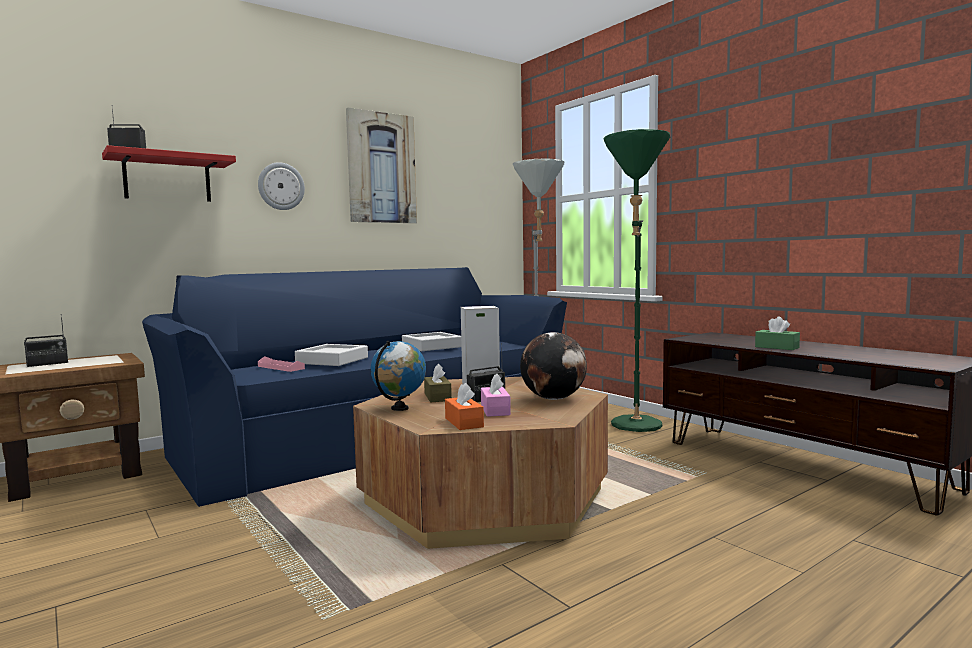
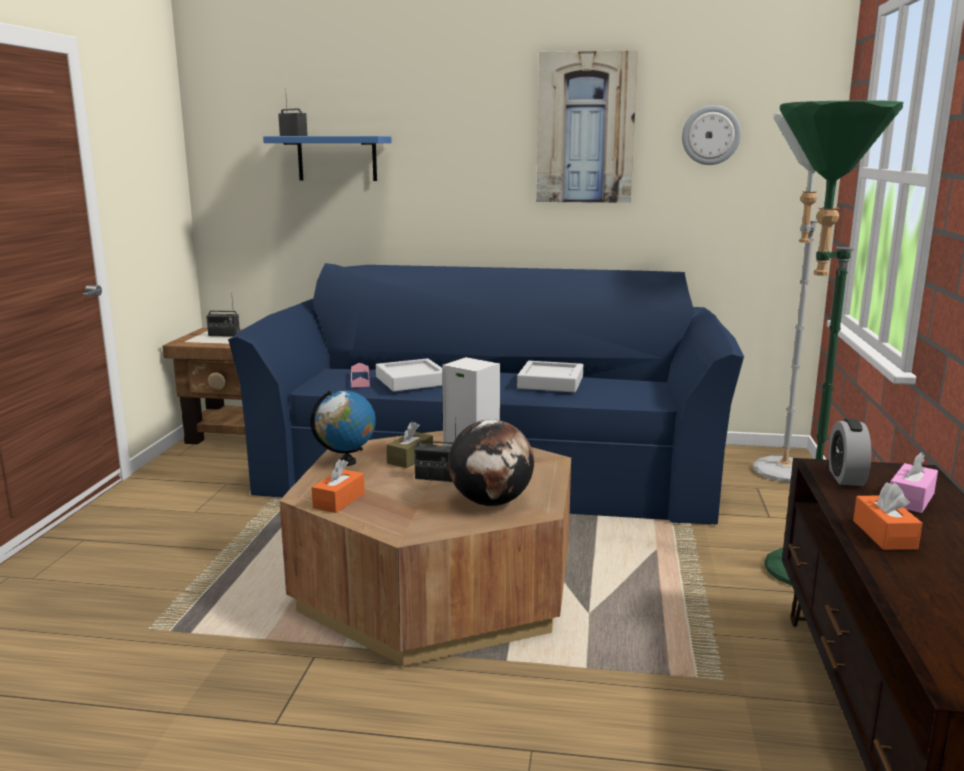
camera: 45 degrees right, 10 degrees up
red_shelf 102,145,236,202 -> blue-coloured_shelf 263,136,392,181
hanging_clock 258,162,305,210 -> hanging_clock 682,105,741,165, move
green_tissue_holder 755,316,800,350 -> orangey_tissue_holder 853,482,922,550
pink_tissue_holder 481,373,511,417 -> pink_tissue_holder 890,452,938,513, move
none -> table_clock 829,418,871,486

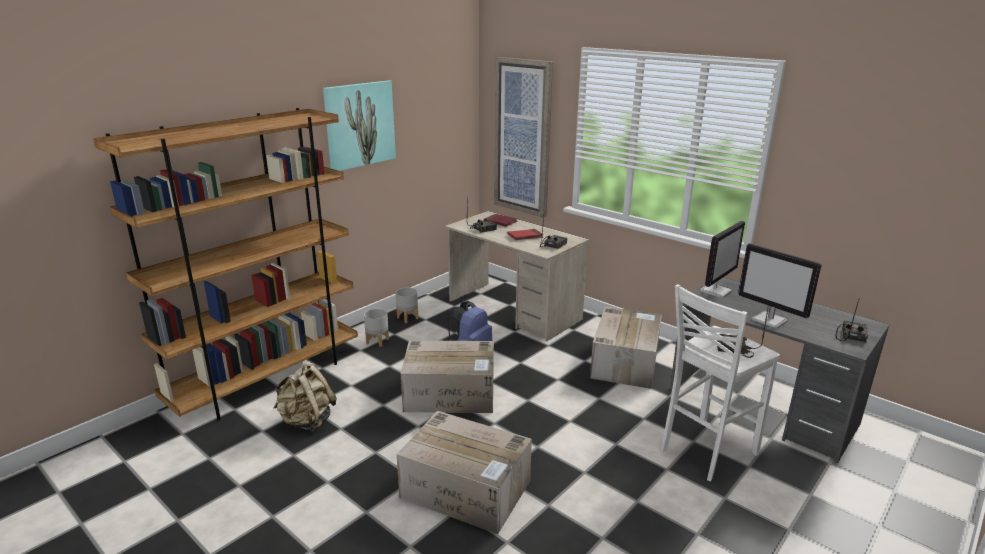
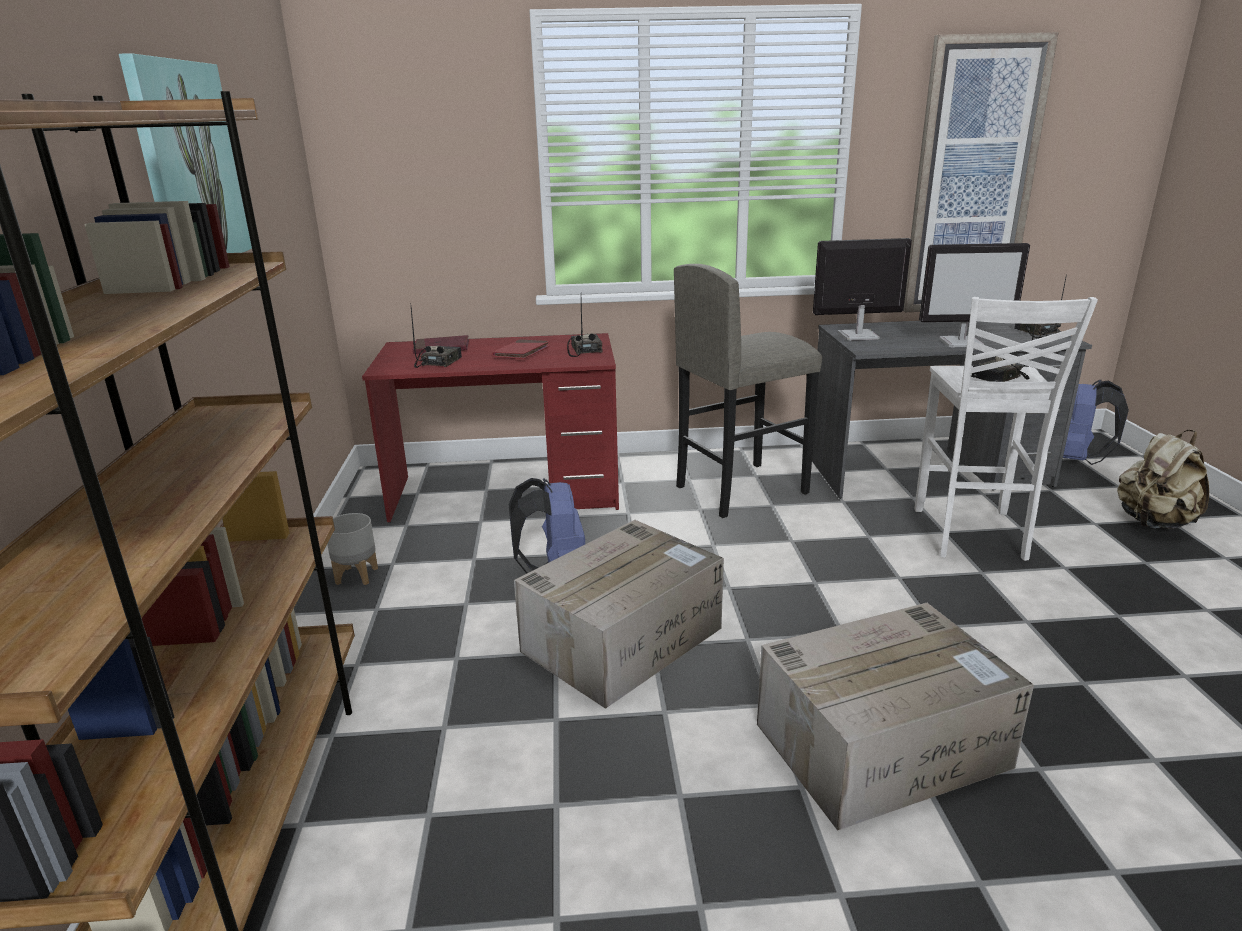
camera: 45 degrees left, 0 degrees up
wall_art 494,57,553,217 -> wall_art 903,32,1058,312, move
beige_desk_table 445,211,589,342 -> red_desk_table 362,333,619,522
monitor 700,220,745,298 -> monitor 813,238,912,341, 90 degrees counterclockwise
packing_box 590,306,662,389 -> gray_stool_seat 674,264,822,518
gray_flower_pot 364,309,389,347 -> none
beige_backpack 273,361,337,432 -> beige_backpack 1117,430,1209,529, move
none -> blue-coloured_backpack 1063,379,1129,465

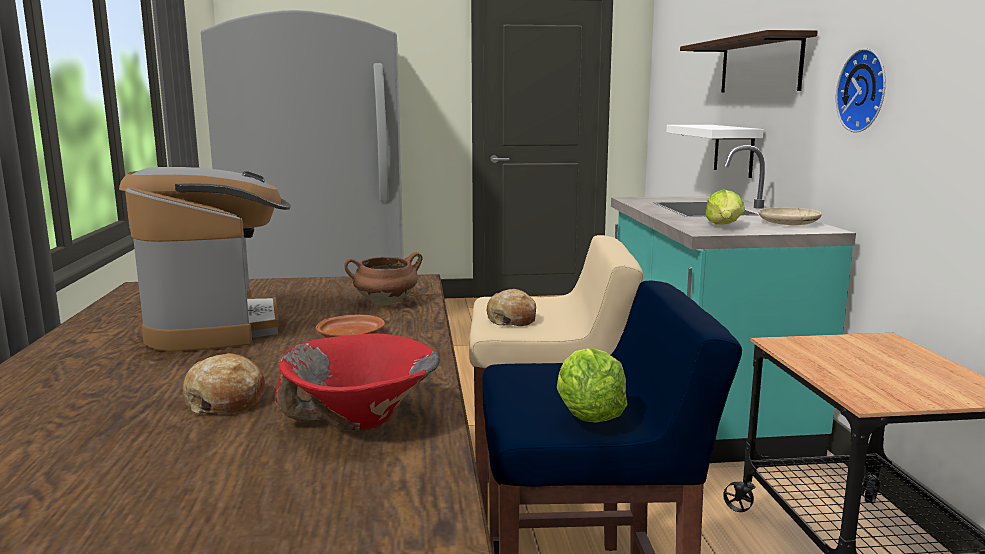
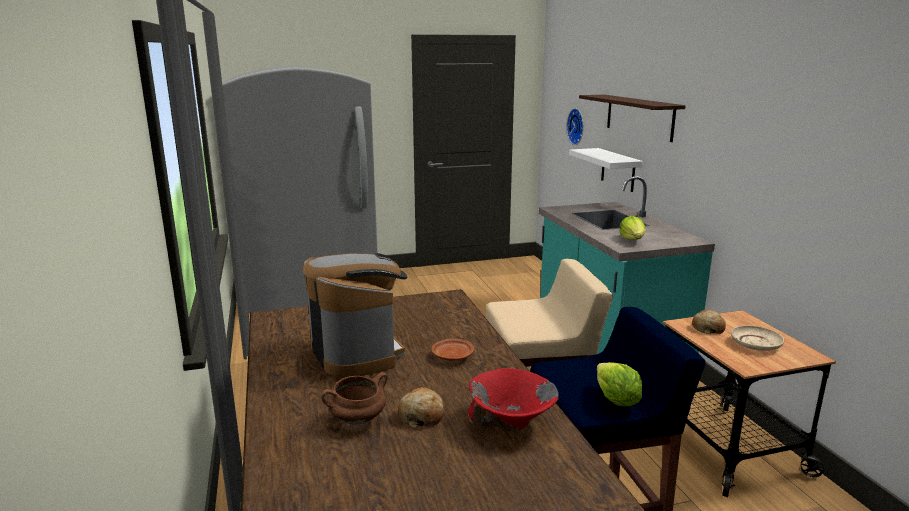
camera: 10 degrees left, 5 degrees up
hanging_clock 836,48,886,133 -> hanging_clock 566,108,584,145, move
beige_plate 758,207,822,225 -> beige_plate 731,326,784,351, move
brownish_saucepot 344,252,423,305 -> brownish_saucepot 321,372,388,425, move
bakery_bread 487,289,536,326 -> bakery_bread 692,310,726,334, move

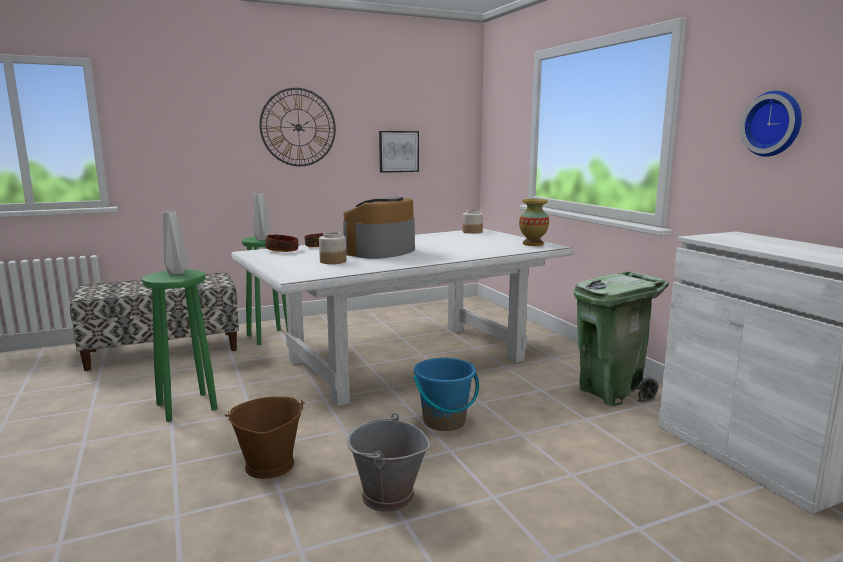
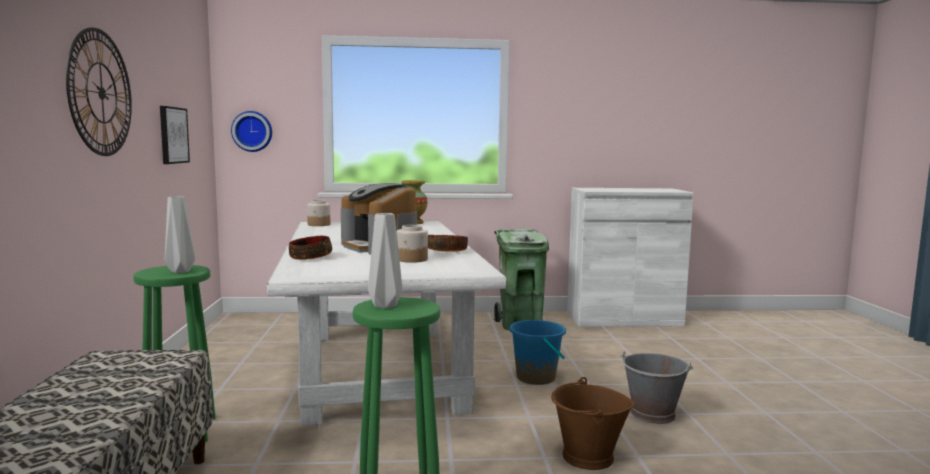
camera: 70 degrees left, 5 degrees down
hanging_clock 740,91,802,157 -> hanging_clock 231,111,272,152, move
bowl 265,234,298,252 -> bowl 428,235,468,252, move

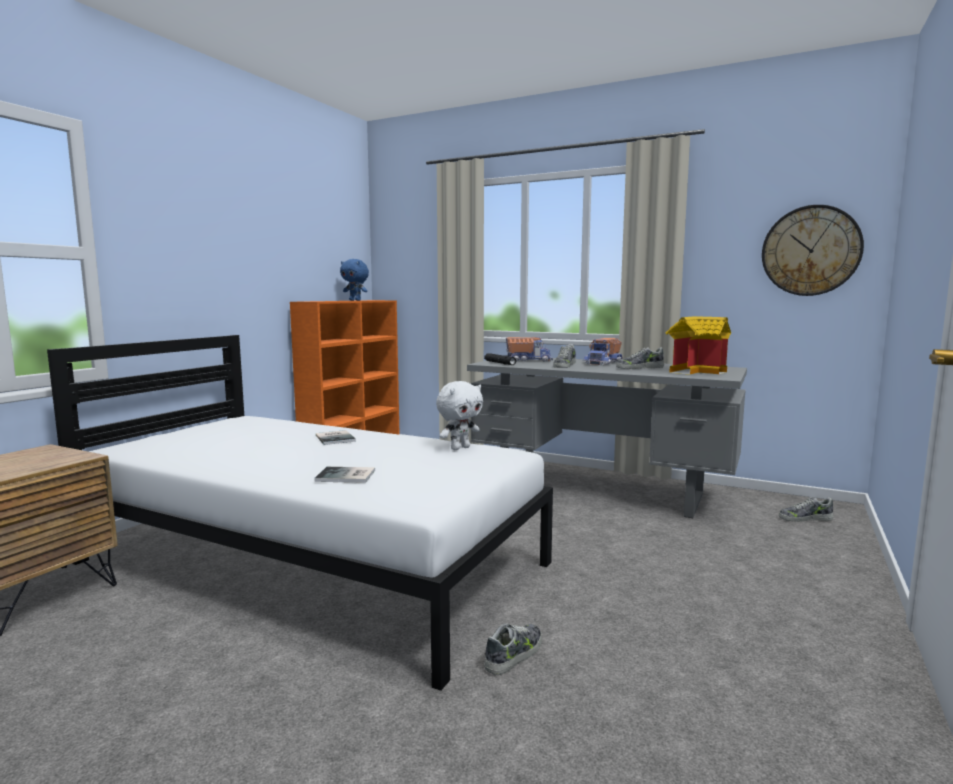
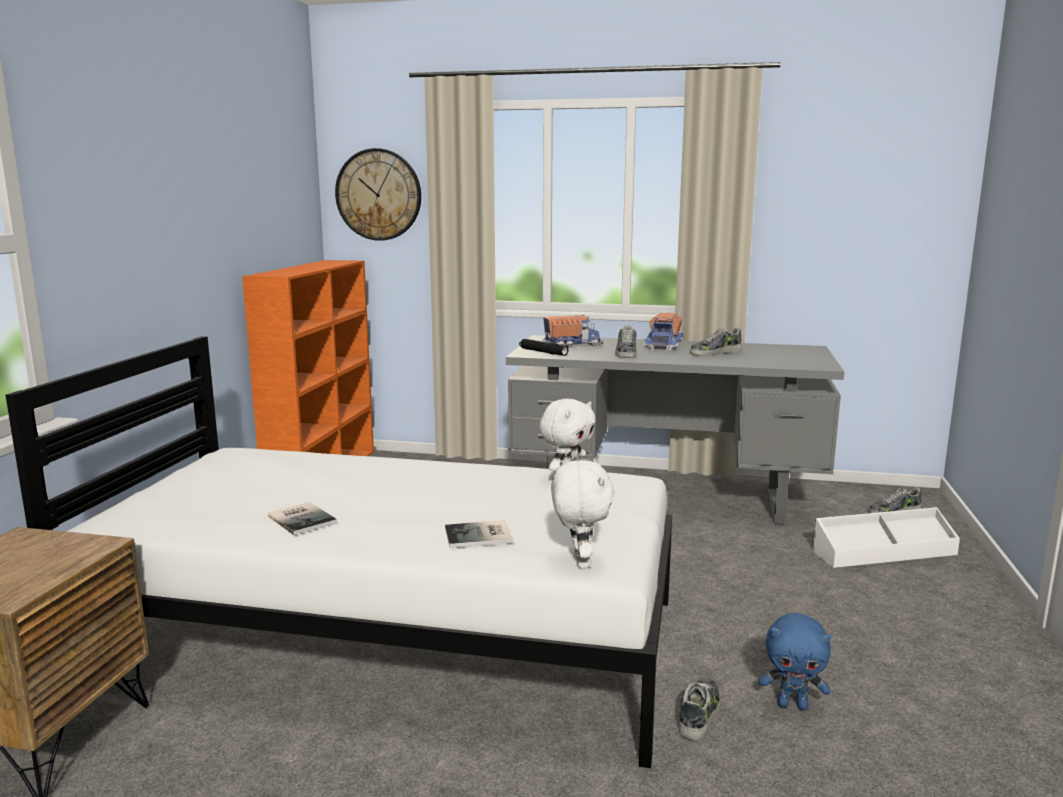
camera: 15 degrees left, 5 degrees up
hanging_clock 762,205,864,296 -> hanging_clock 335,148,421,241, move
blue-coloured_cuddly_toy 340,259,369,301 -> blue-coloured_cuddly_toy 759,613,831,710, move
model_house 666,316,731,375 -> none
book 316,430,356,445 -> book 268,502,337,535, move
none -> whitish_cuddly_toy 551,459,615,569
none -> whitish_storage_container 813,507,960,568

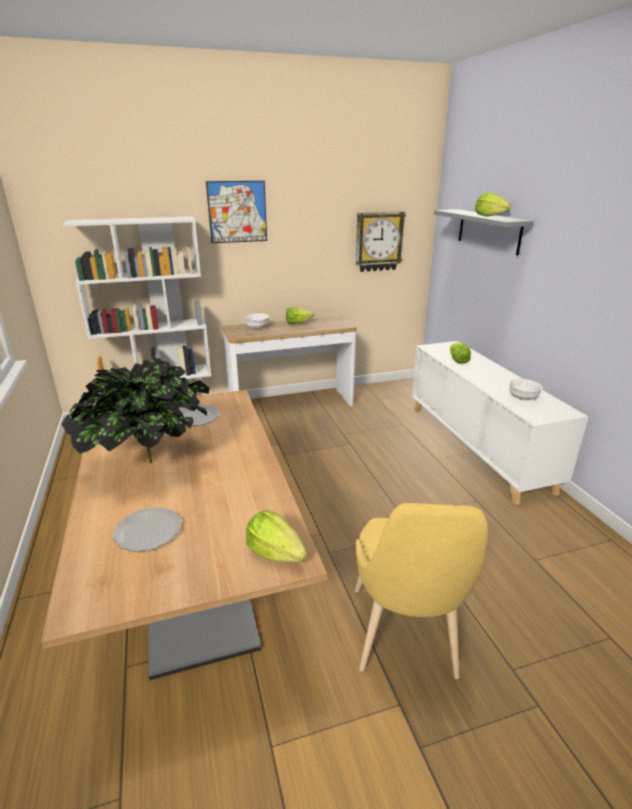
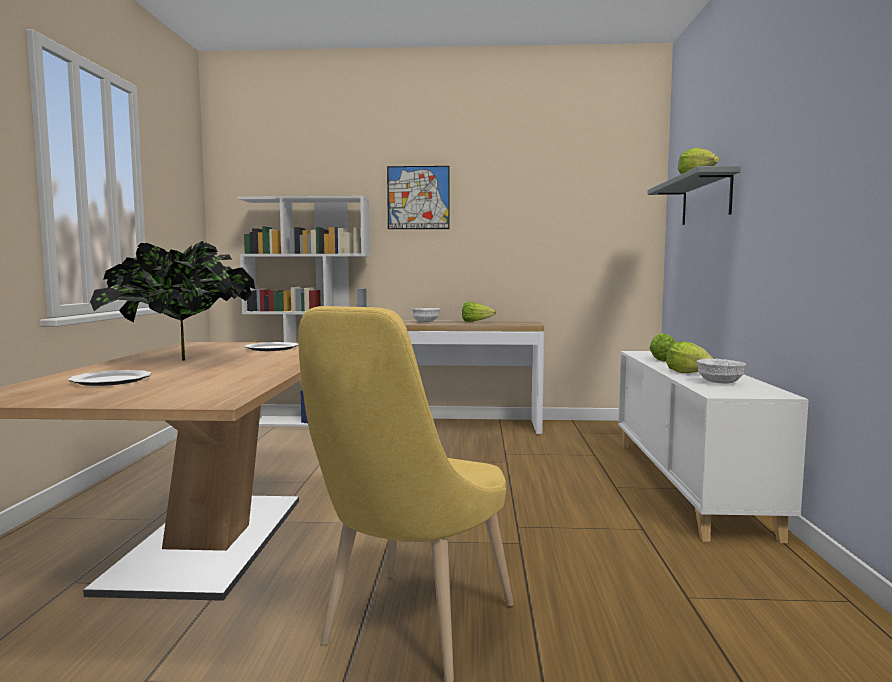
camera: 20 degrees right, 20 degrees down
hanging_clock 356,211,406,272 -> none
head_of_lettuce 246,510,307,562 -> head_of_lettuce 666,341,714,373, move

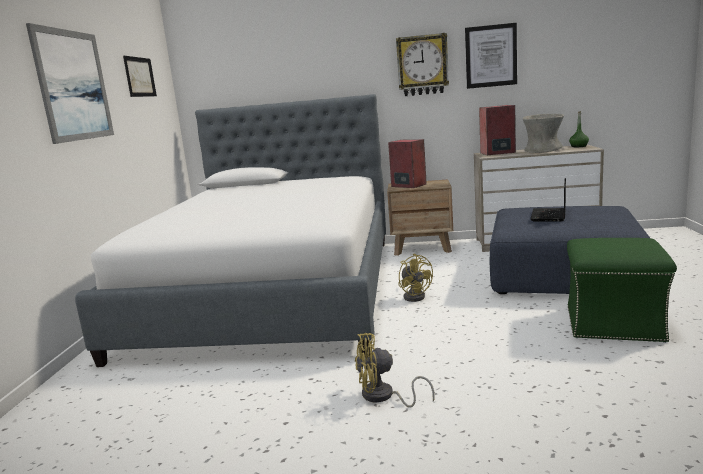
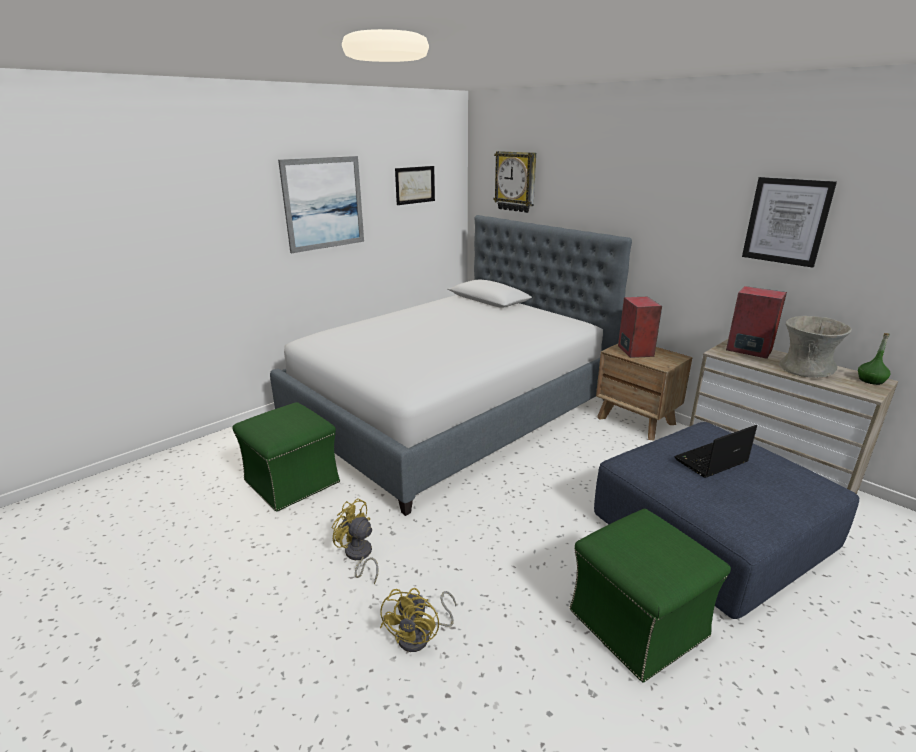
camera: 40 degrees right, 10 degrees up
hanging_clock 396,33,449,96 -> hanging_clock 493,151,536,213, move
yellow_cooling_fan 398,254,433,302 -> yellow_cooling_fan 380,588,456,652, move
none -> green_ottoman 233,402,340,512

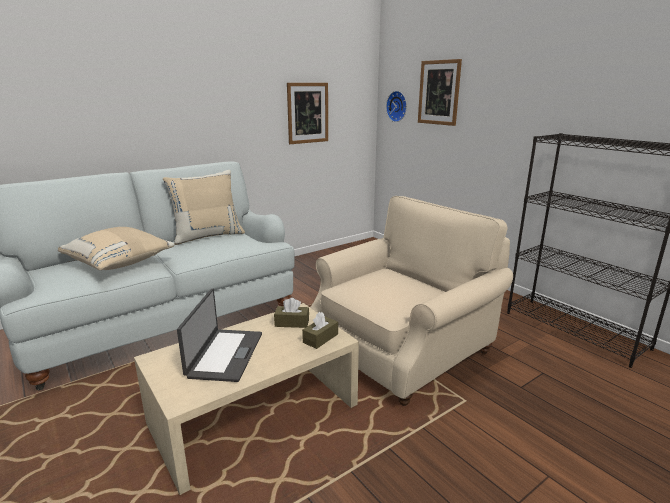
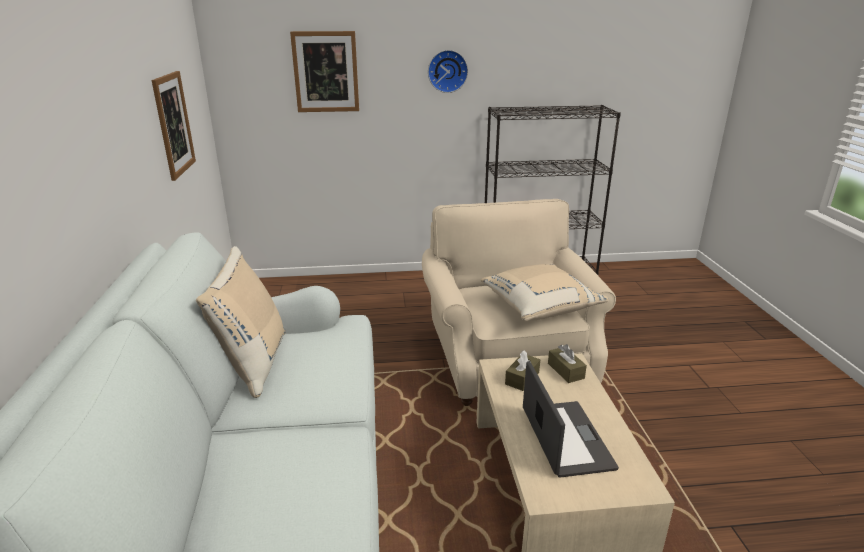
camera: 60 degrees left, 5 degrees up
hanging_clock 386,91,407,122 -> hanging_clock 428,50,468,93, move
beige_pillow 58,227,175,270 -> beige_pillow 481,264,609,322, move
laptop 177,289,262,382 -> laptop 523,361,619,478, 45 degrees clockwise

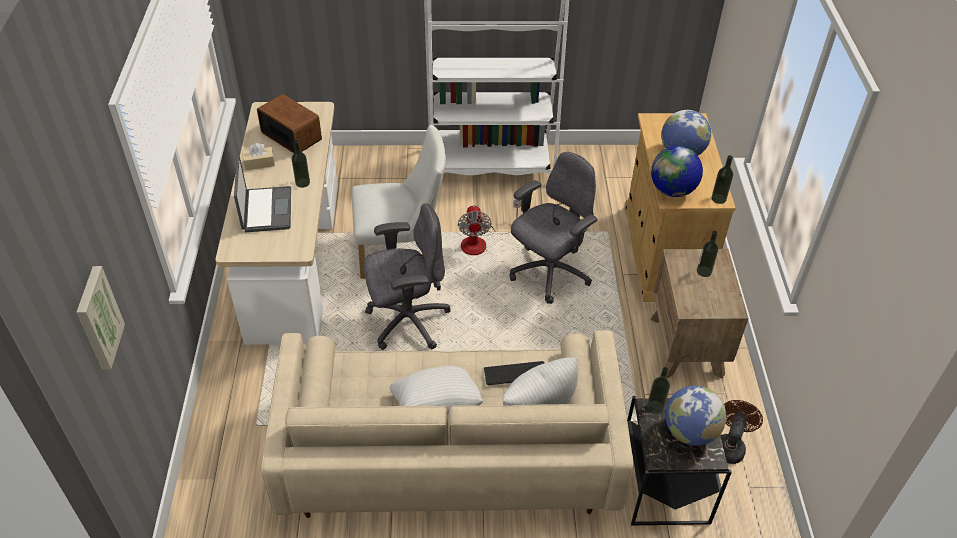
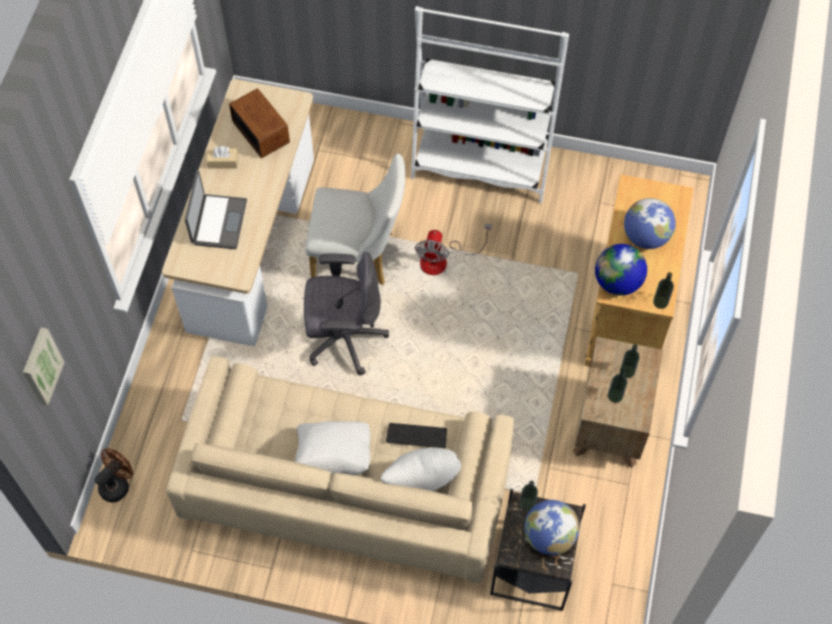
camera: 15 degrees right, 15 degrees up
bottle 292,140,310,188 -> bottle 608,369,627,403, move
gray_computer_chair 510,152,598,304 -> none
brownish_cooling_fan 720,400,763,464 -> brownish_cooling_fan 94,448,133,502, move

